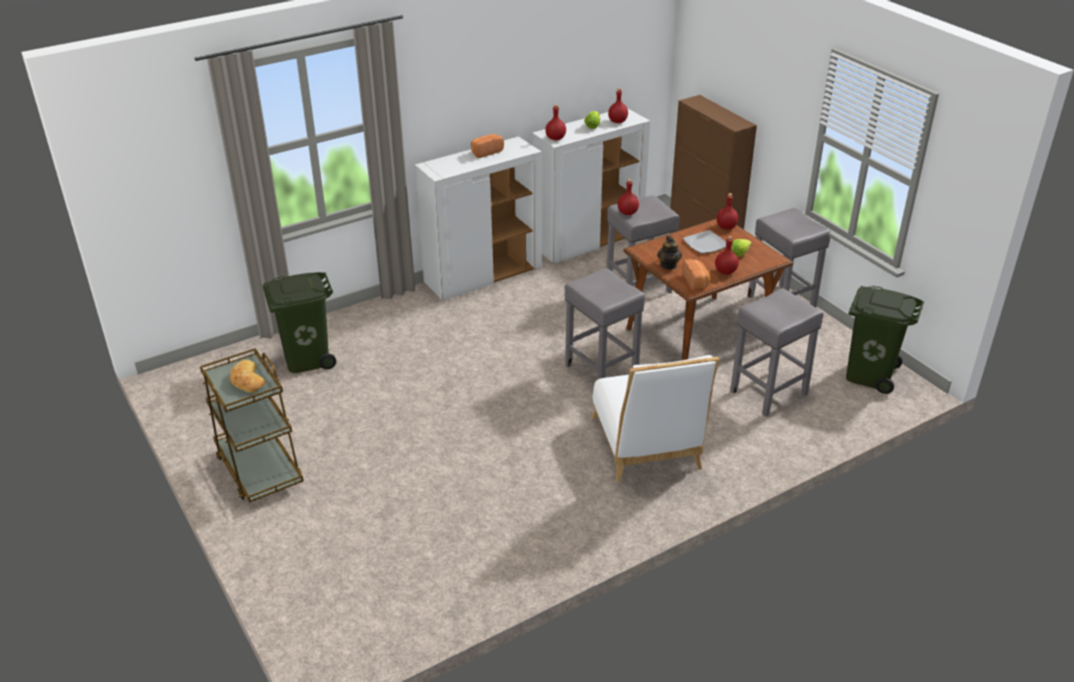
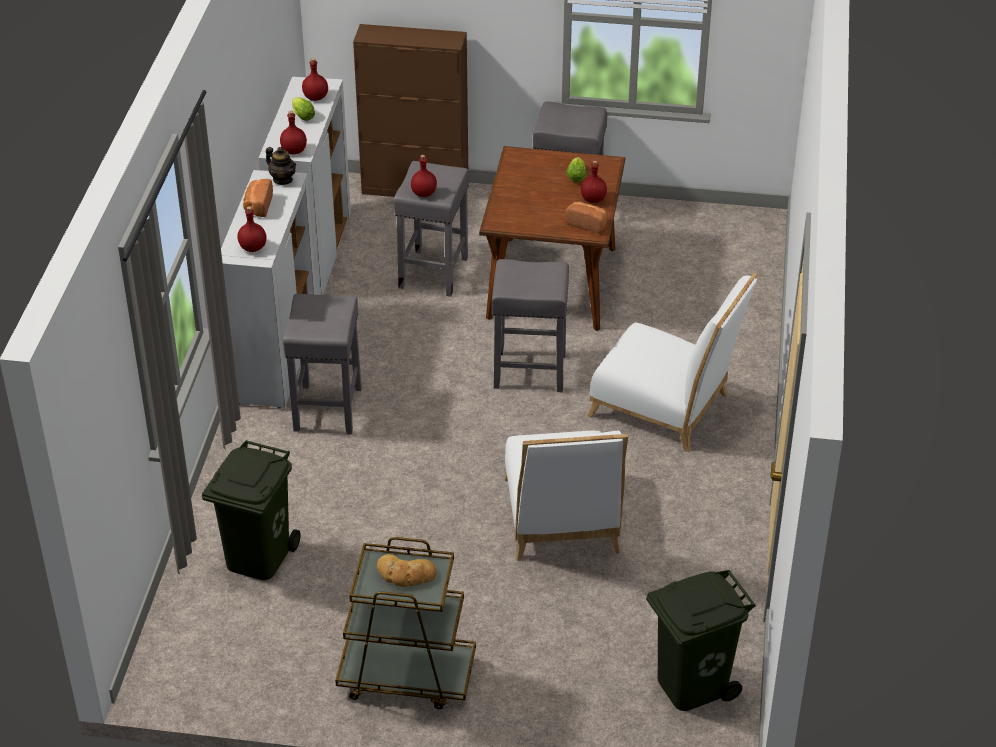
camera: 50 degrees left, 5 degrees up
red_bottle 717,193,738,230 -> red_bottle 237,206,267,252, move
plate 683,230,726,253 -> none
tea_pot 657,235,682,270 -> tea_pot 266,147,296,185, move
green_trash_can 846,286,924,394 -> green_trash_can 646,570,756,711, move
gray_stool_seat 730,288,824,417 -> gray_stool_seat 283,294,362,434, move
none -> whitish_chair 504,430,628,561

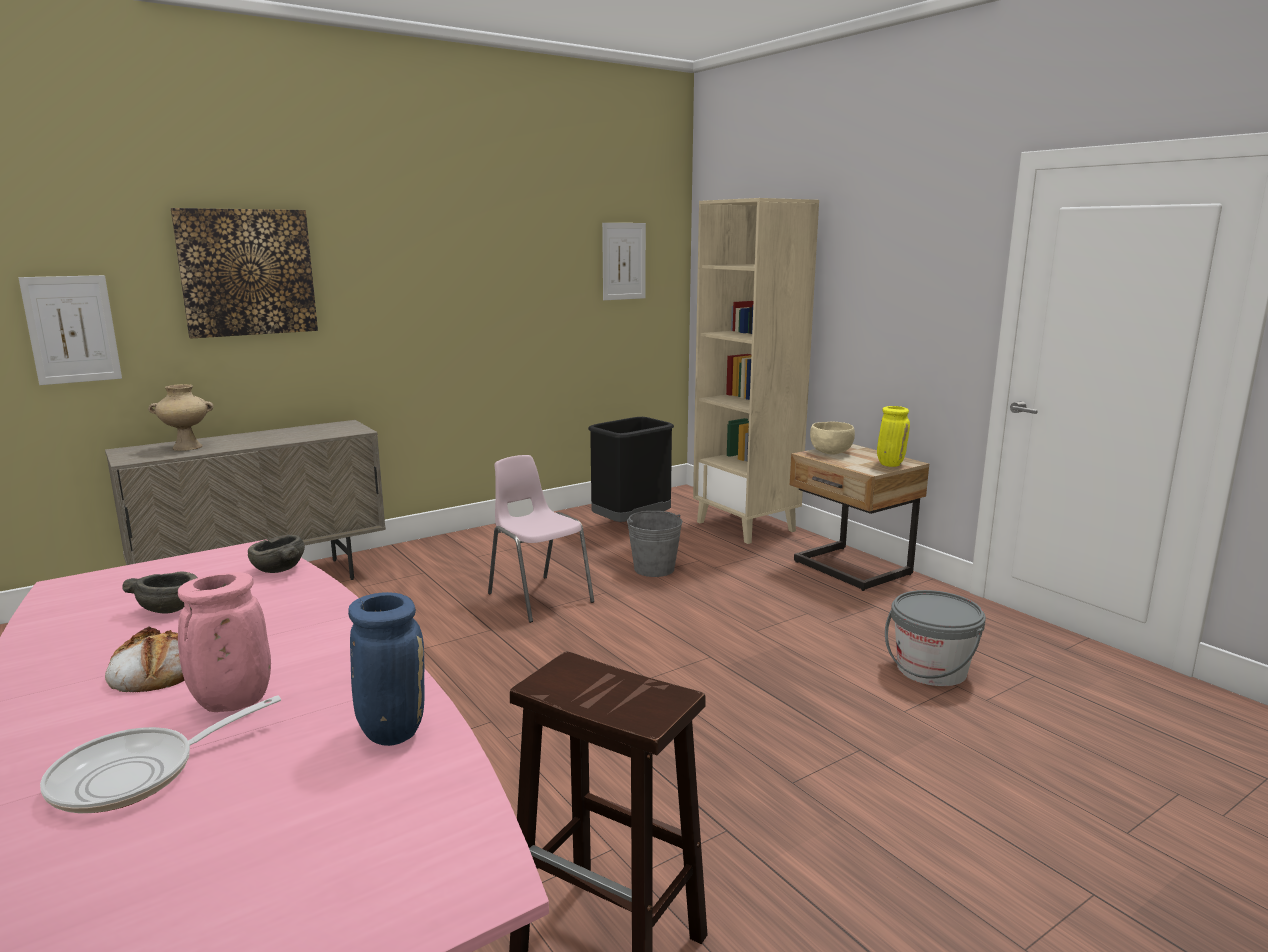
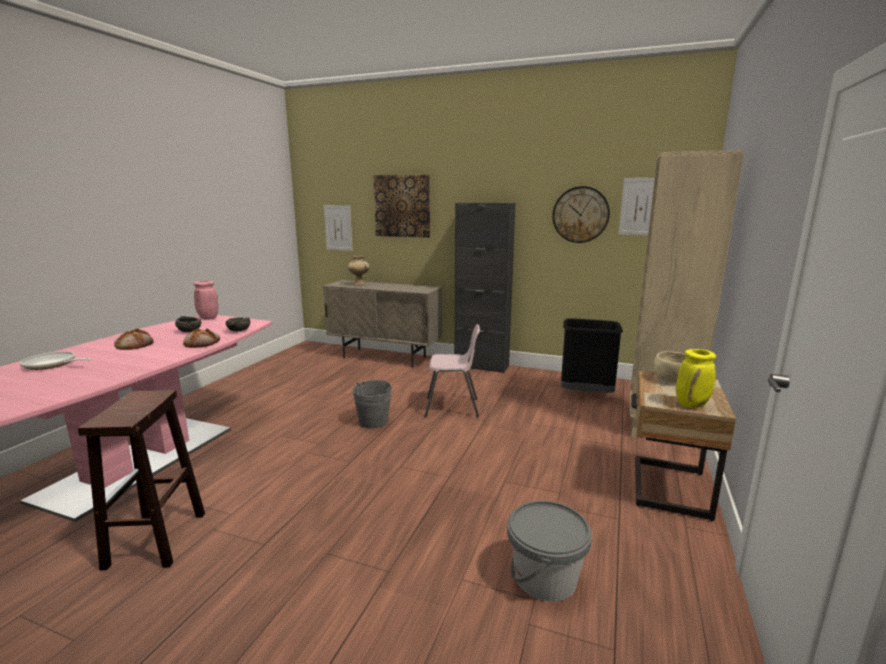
camera: 55 degrees right, 0 degrees up
pink_chair 488,455,594,623 -> pink_chair 425,324,480,417, 75 degrees clockwise
gray_pail 627,511,683,577 -> gray_pail 352,380,392,428, move
pink_flower_vase 178,572,271,712 -> pink_flower_vase 194,281,218,320, move
blue-coloured_flower_vase 348,592,424,746 -> none
none -> hanging_clock 552,186,610,243
none -> black-coloured_cupboard 454,203,515,373
none -> bakery_bread 183,328,220,348

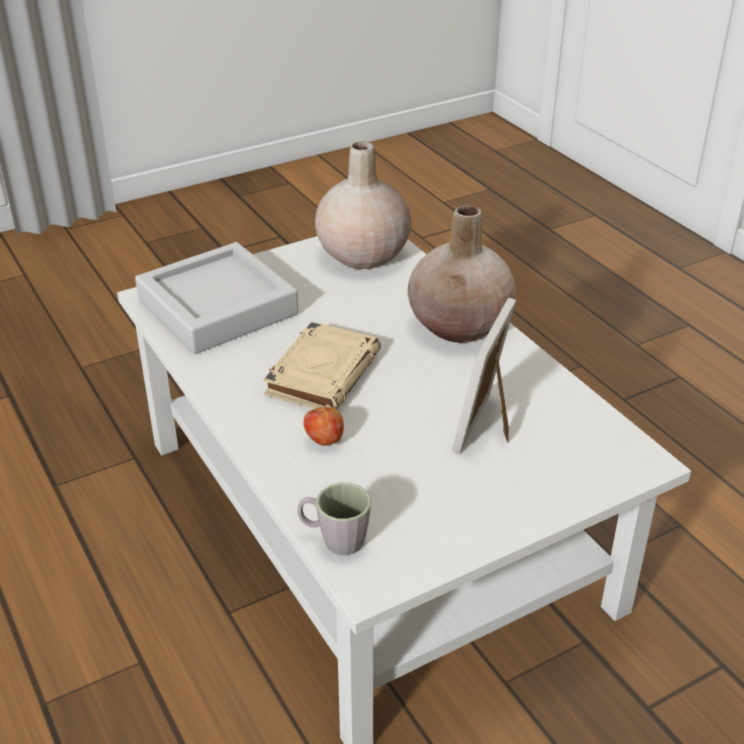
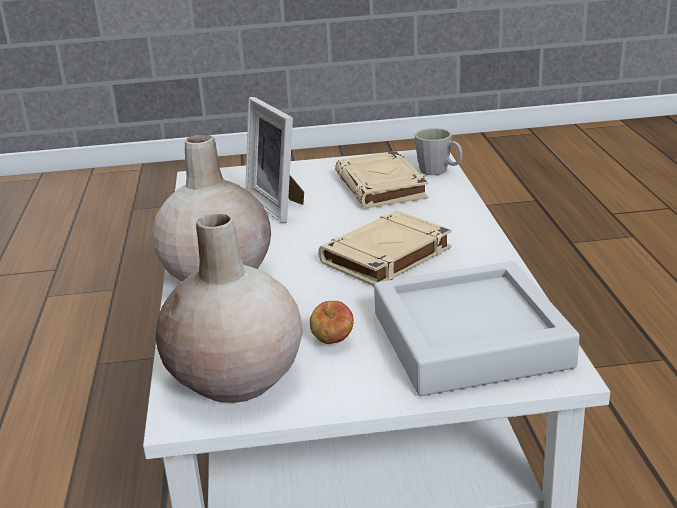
camera: 155 degrees left, 10 degrees down
photo_frame 452,298,516,454 -> photo_frame 245,97,304,223, 105 degrees clockwise
whole_apple 304,404,344,446 -> whole_apple 310,301,353,344, move
none -> beige_book 335,151,428,208

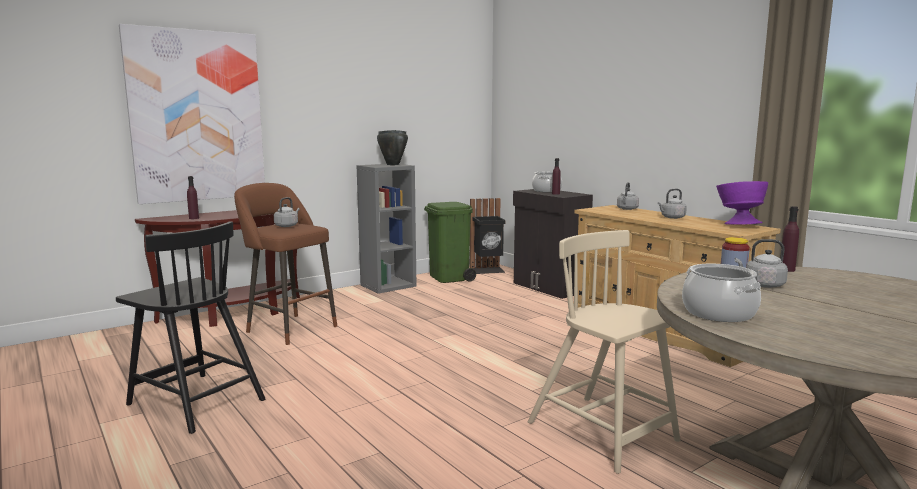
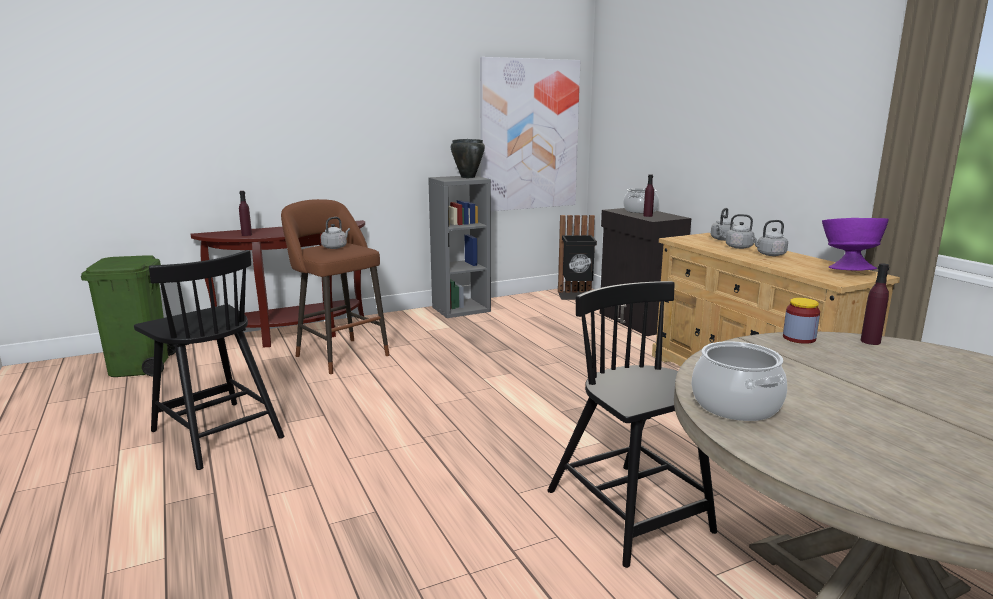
camera: 10 degrees right, 5 degrees up
wall_art 119,24,265,204 -> wall_art 480,57,580,211, move
green_trash_can 424,202,476,283 -> green_trash_can 81,255,176,377, move
beige_chair 528,230,680,474 -> black-coloured_chair 547,281,717,568
gray_tea_kettle 735,239,788,288 -> gray_tea_kettle 719,214,755,249, move

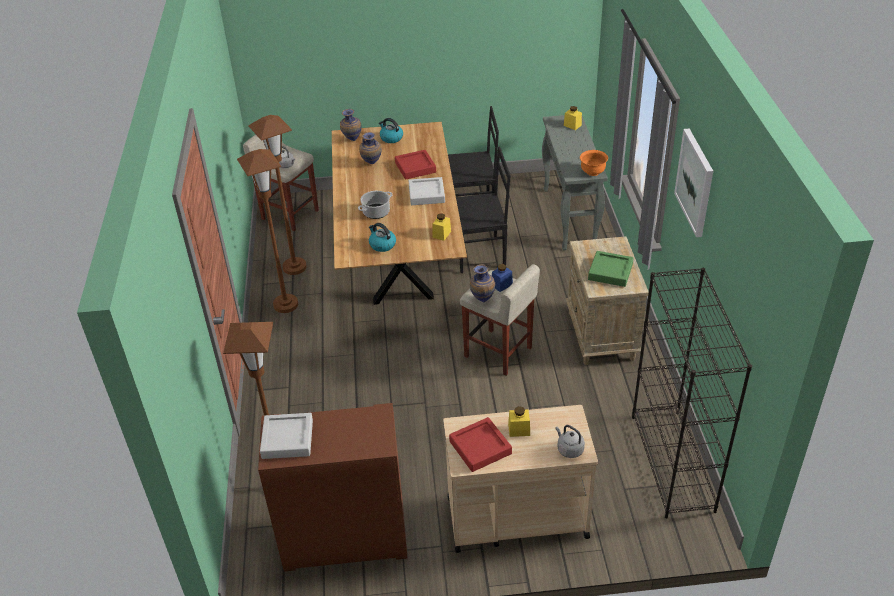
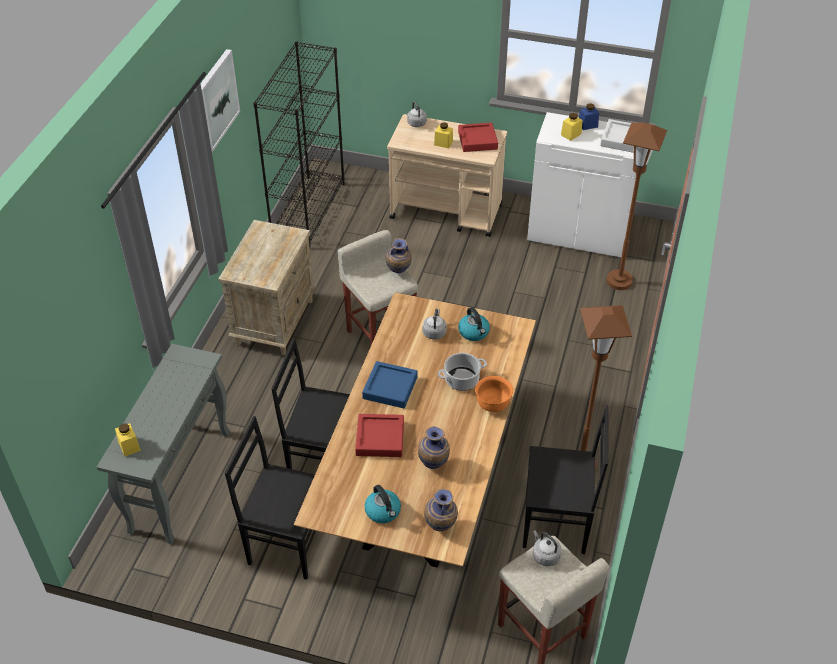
camera: 160 degrees left, 5 degrees up
brownish_standing_lamp 248,115,307,275 -> black-coloured_chair 523,405,609,554
orangey_bowl 580,150,608,176 -> orangey_bowl 475,376,513,412, move
gray_serving_tray 408,177,445,205 -> blue-coloured_serving_tray 362,361,417,408
yellow_preserve_jar 432,213,451,241 -> yellow_preserve_jar 561,113,583,141, move
green_serving_tray 588,251,634,287 -> none
blue-coloured_preserve_jar 492,264,513,292 -> blue-coloured_preserve_jar 579,103,599,130, move
brownish_cupboard 258,403,408,572 -> whitish_cupboard 527,112,636,258
none -> gray_tea_kettle 423,309,447,339

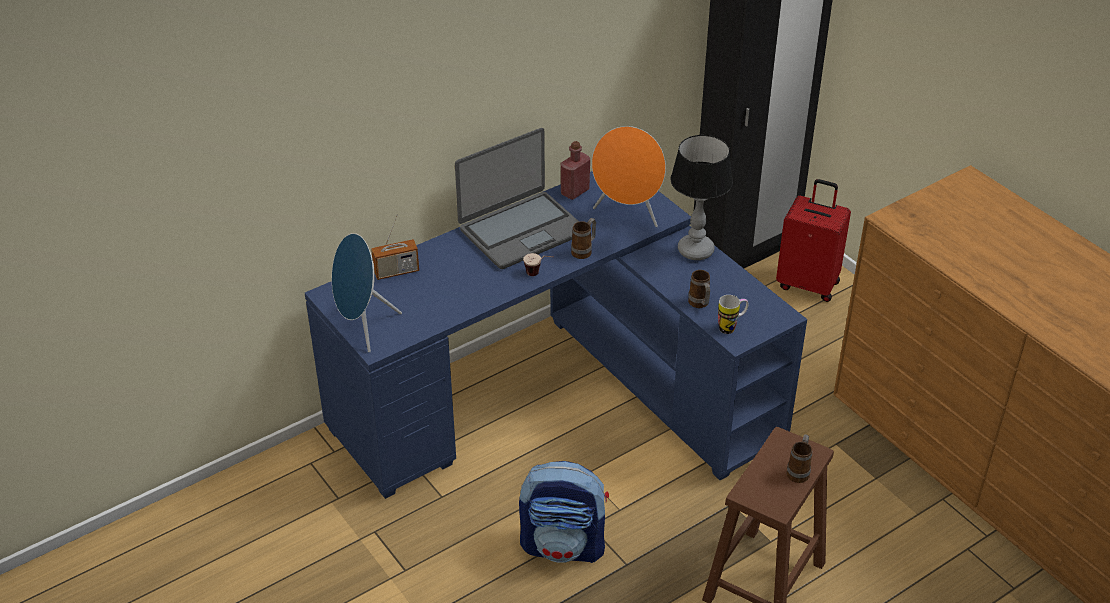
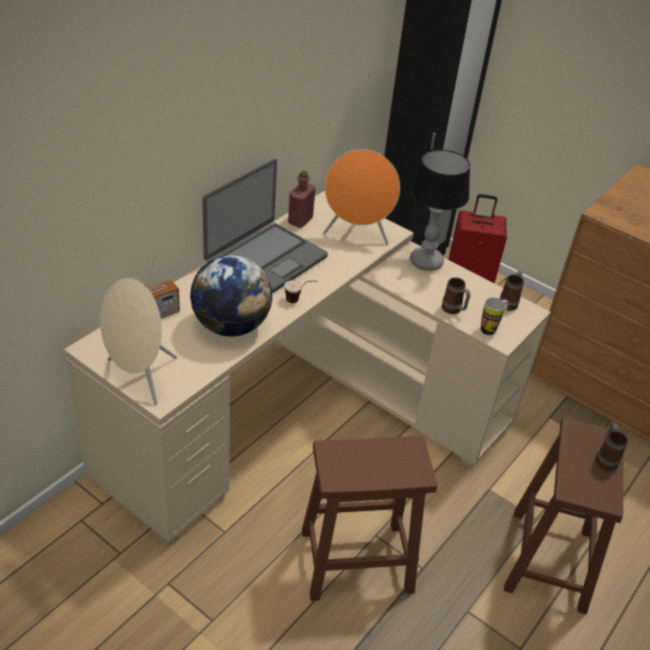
camera: 20 degrees left, 0 degrees up
blue-coloured_desk_table 305,171,807,499 -> beige_desk_table 64,191,551,545
tea_mug 571,218,596,259 -> tea_mug 500,270,524,311, move
blue-coloured_speaker 332,233,402,352 -> beige_speaker 100,278,177,405
backpack 519,461,609,563 -> brownish_stool_seat 302,436,437,601
none -> world_globe 190,255,273,337

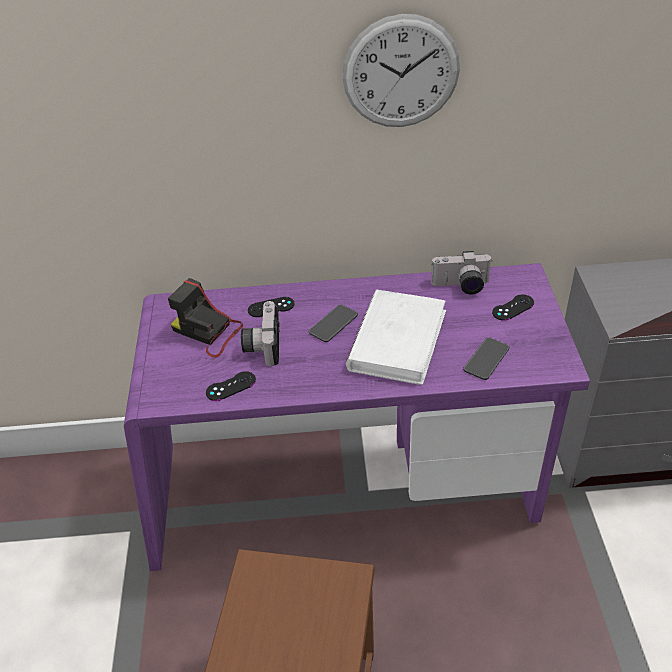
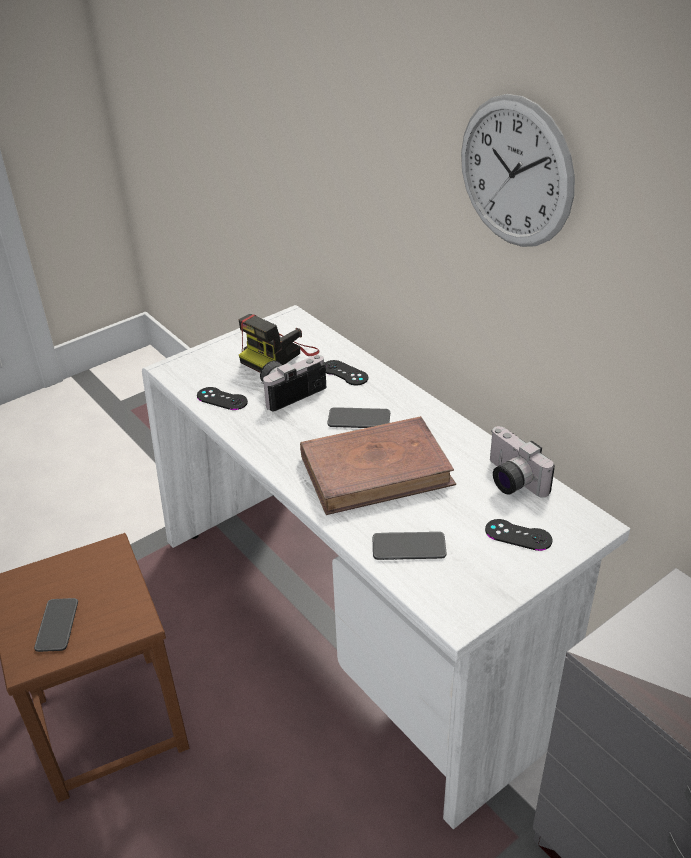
camera: 55 degrees right, 5 degrees down
purple-coloured_desk_table 124,263,590,571 -> whitish_desk_table 142,305,630,829
photo_camera 168,278,243,358 -> photo_camera 238,314,320,372, 135 degrees counterclockwise
whitish_book 346,290,446,385 -> brownish_book 300,416,456,515
none -> handset 34,598,78,652

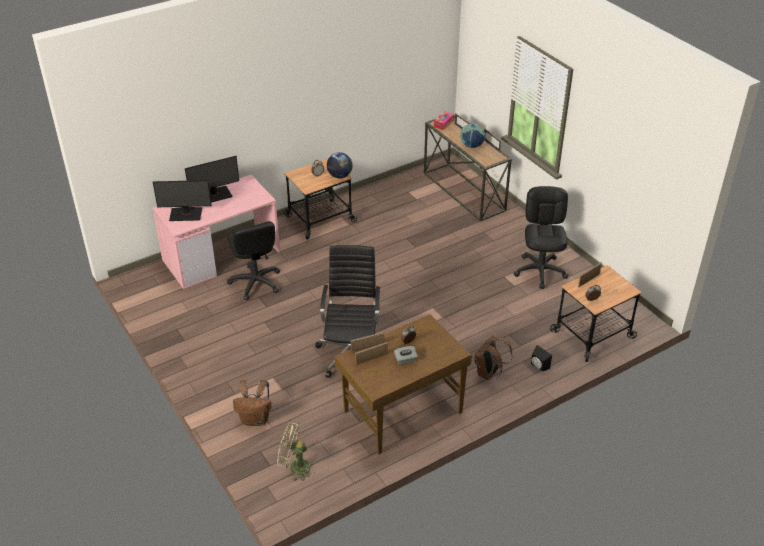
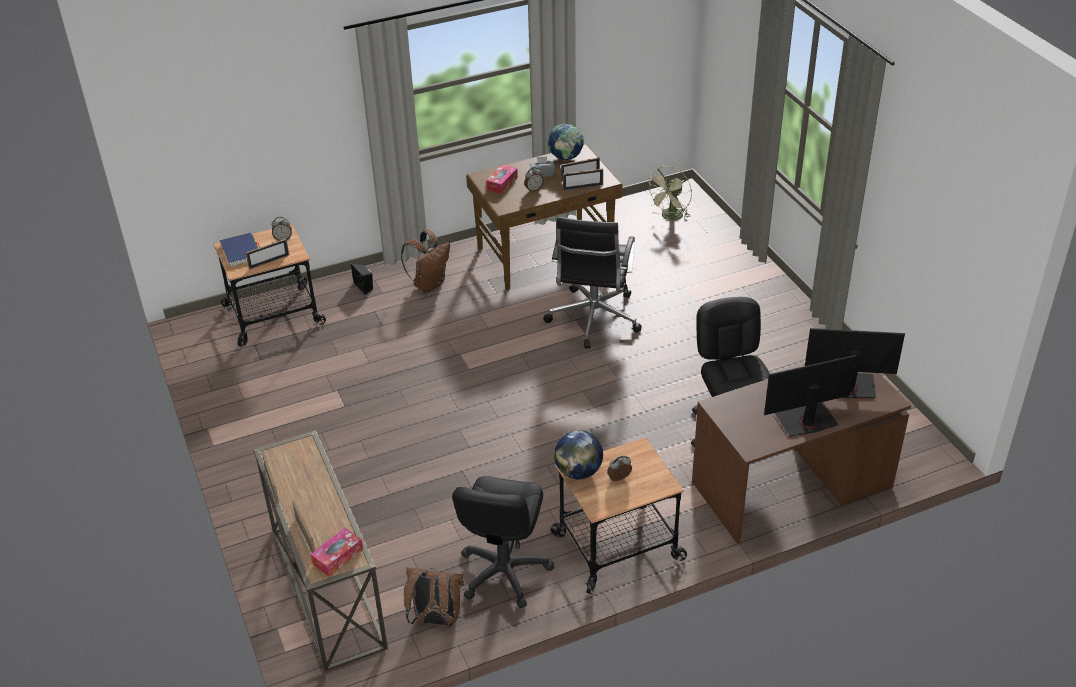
camera: 170 degrees left, 0 degrees up
world_globe 460,123,486,148 -> world_globe 547,123,584,161, move
pink_desk_table 153,175,280,289 -> brownish_desk_table 692,372,911,543
black-coloured_computer_chair 513,186,568,289 -> black-coloured_computer_chair 452,476,554,608, move
brownish_backpack 233,380,271,426 -> brownish_backpack 404,568,465,627, move
green_cooling_fan 277,422,315,481 -> green_cooling_fan 646,166,692,221, 105 degrees clockwise
none -> tissue_holder 486,164,518,194
none -> blue-coloured_book 220,233,260,267

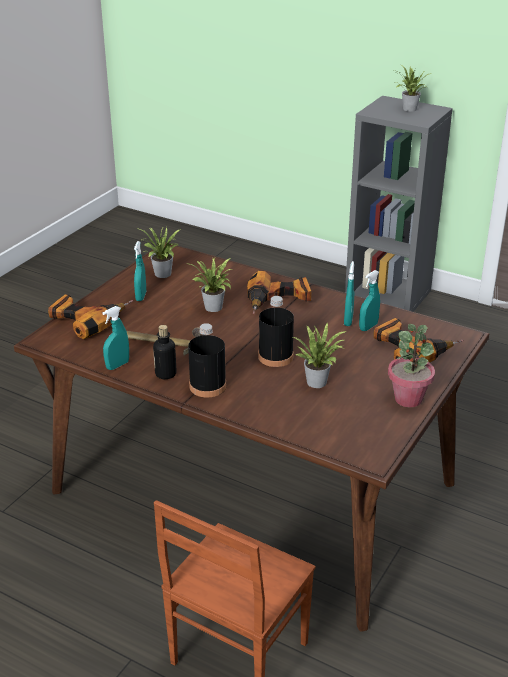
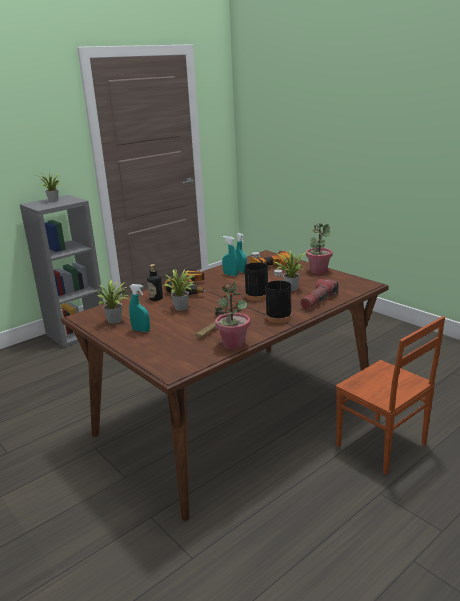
camera: 70 degrees left, 10 degrees down
drill 48,294,133,339 -> none
blue-green_hand_sprayer 102,306,129,370 -> potted_plant 215,280,250,350
bottle 153,325,177,379 -> bottle 147,264,163,301, move
none -> flashlight 300,279,338,310

